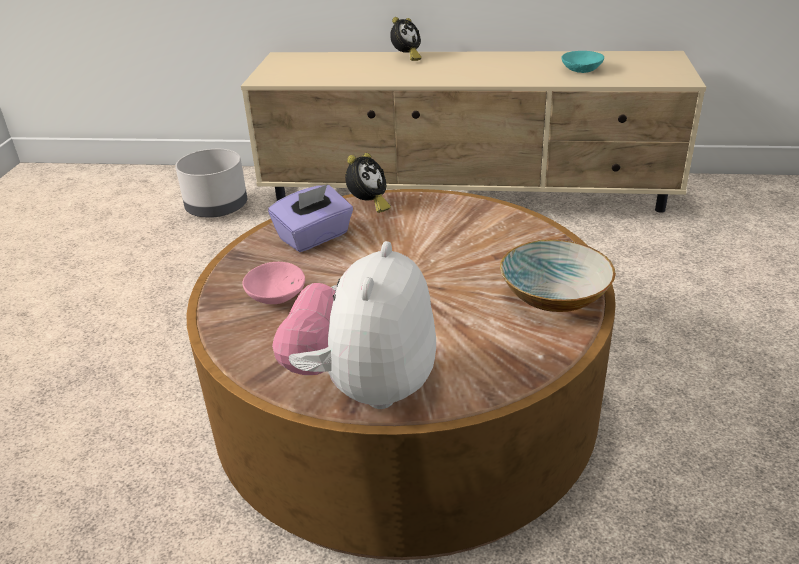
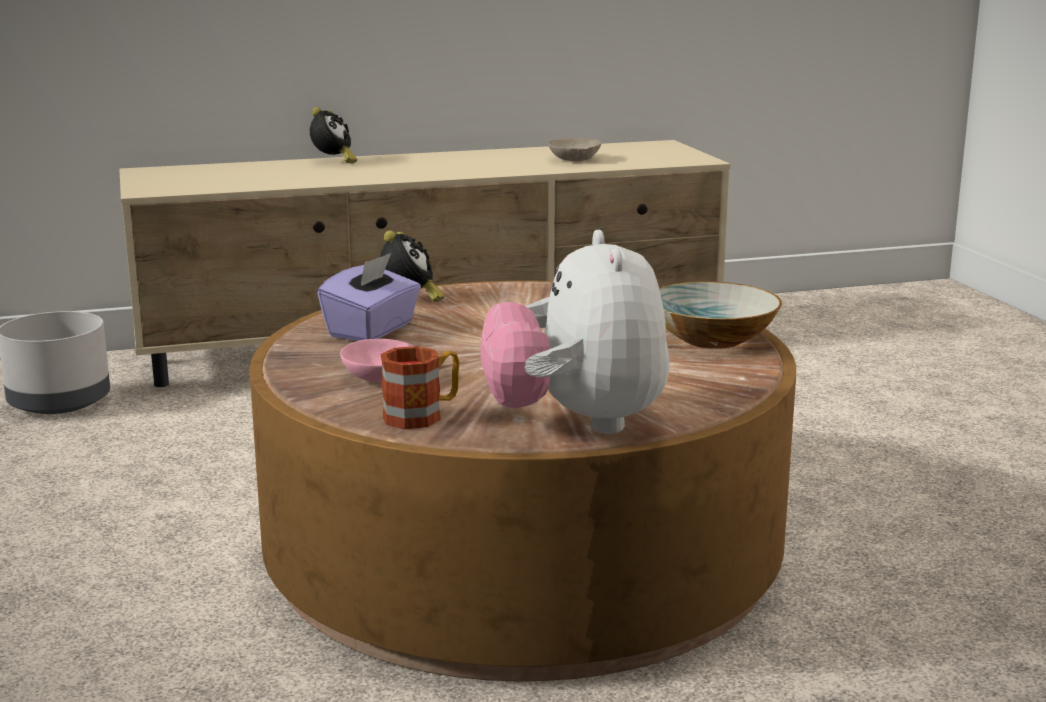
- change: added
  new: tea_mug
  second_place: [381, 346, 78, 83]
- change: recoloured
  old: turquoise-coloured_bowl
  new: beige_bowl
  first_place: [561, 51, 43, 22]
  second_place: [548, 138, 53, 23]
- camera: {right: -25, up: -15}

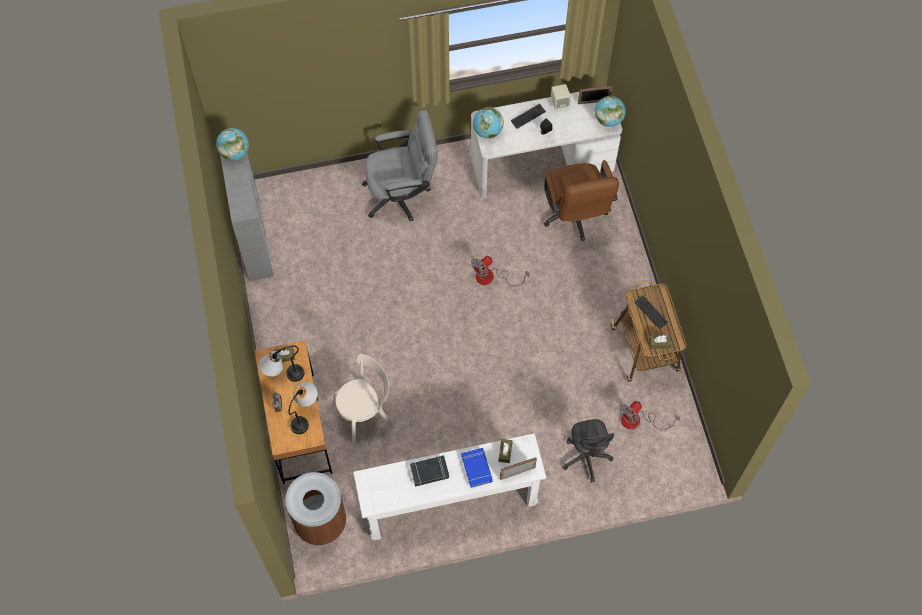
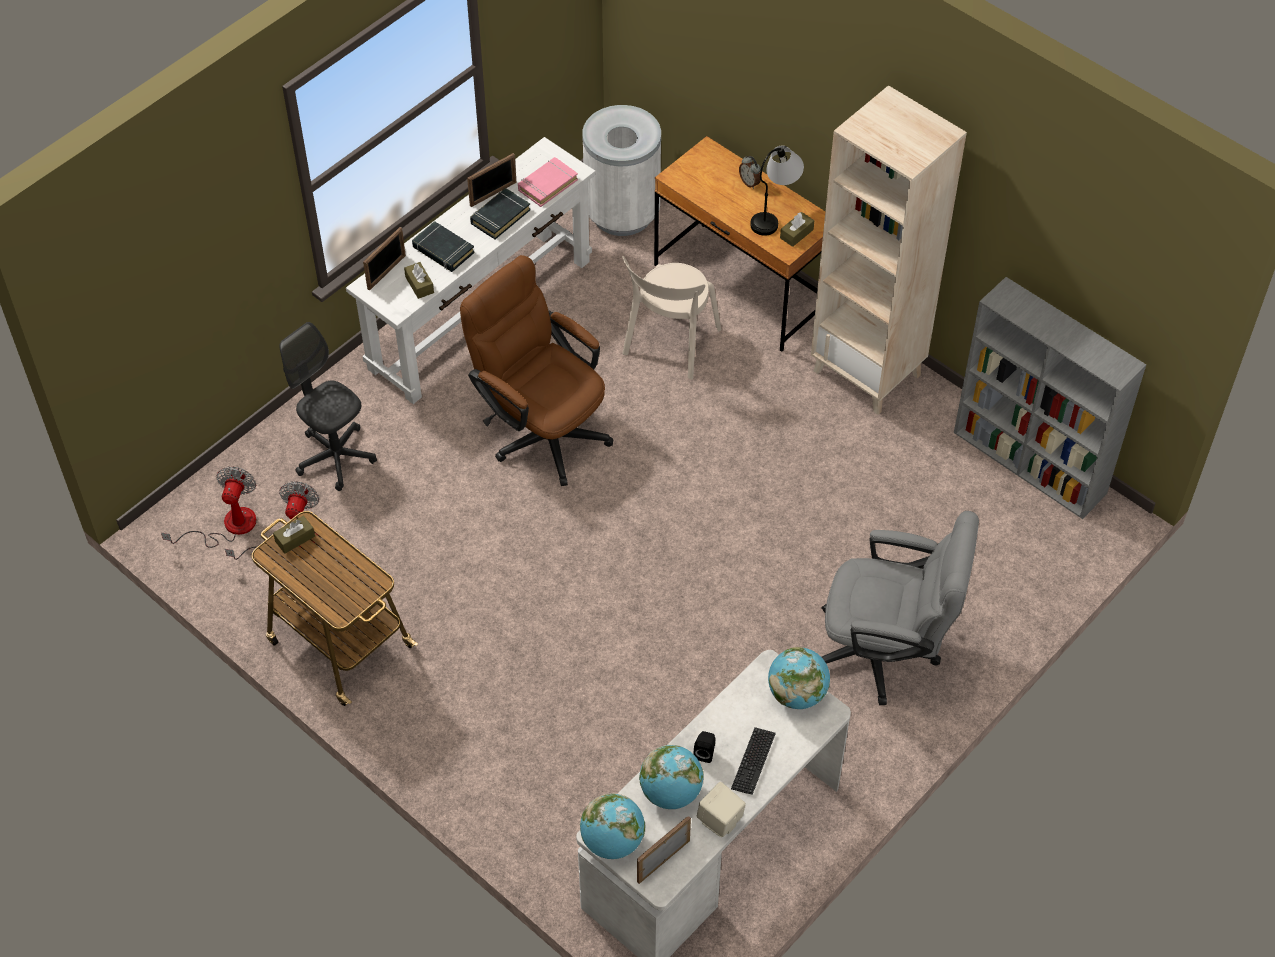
- change: removed
  old: lamp_for_a_table
  first_place: [289, 382, 29, 52]
- change: removed
  old: PC_keyboard
  first_place: [634, 295, 34, 35]
- change: added
  new: photo_frame
  second_place: [467, 153, 50, 54]
- change: added
  new: pink_volume
  second_place: [518, 157, 60, 50]
- change: added
  new: beige_bookshelf
  second_place: [811, 85, 156, 330]
- change: moved
  old: world_globe
  first_place: [216, 128, 33, 33]
  second_place: [639, 745, 65, 64]
- change: moved
  old: fan
  first_place: [471, 256, 58, 30]
  second_place: [161, 466, 96, 82]
- change: moved
  old: brownish_computer_chair
  first_place: [544, 160, 75, 81]
  second_place: [460, 255, 153, 231]
- change: recoloured
  old: brownish_rubbish_bin
  new: whitish_rubbish_bin
  first_place: [285, 472, 61, 73]
  second_place: [582, 105, 79, 131]
- change: recoloured
  old: blue-coloured_volume
  new: black-coloured_volume
  first_place: [461, 448, 32, 40]
  second_place: [412, 221, 63, 51]
- change: turned
  old: grey_computer_chair
  first_place: [362, 110, 76, 112]
  second_place: [821, 511, 158, 194]
  degrees: -120
- camera: {right: 145, up: -10}

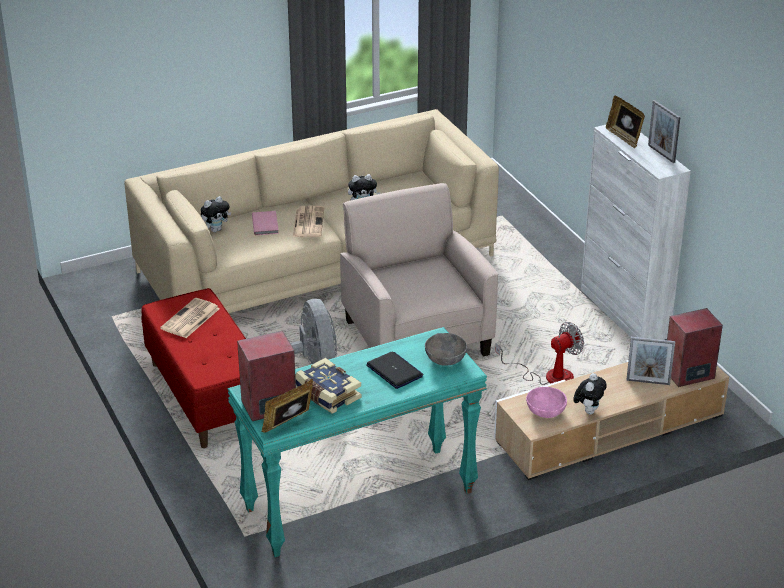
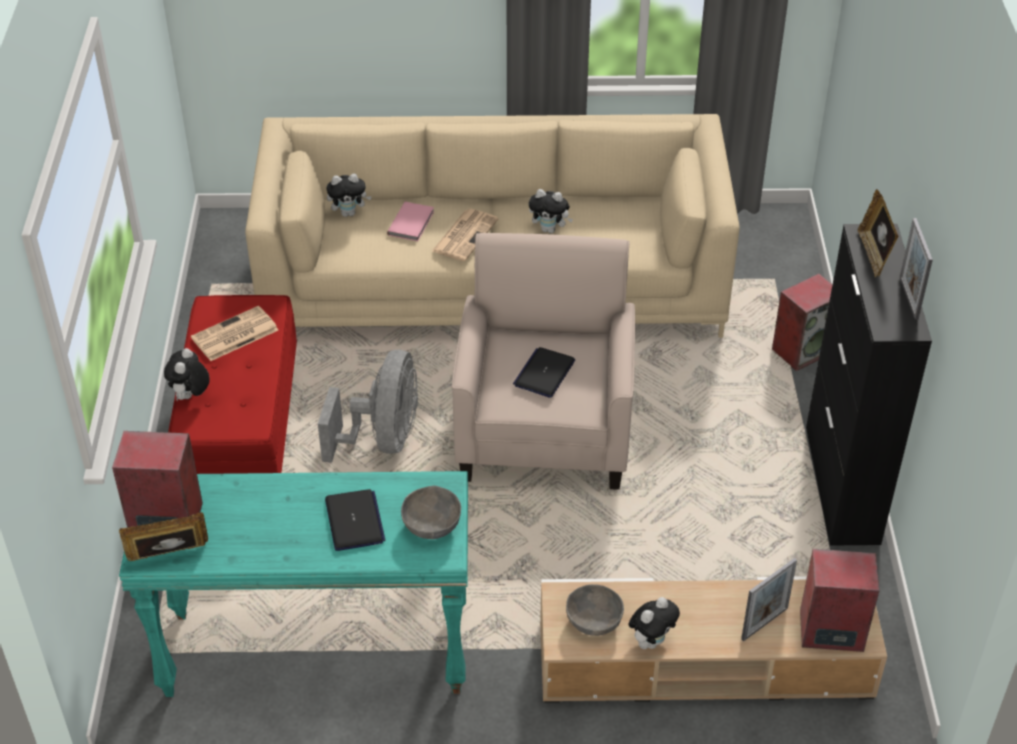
- change: removed
  old: volume
  first_place: [295, 358, 66, 56]
- change: removed
  old: fan
  first_place: [495, 322, 89, 63]
- change: added
  new: soft_toy
  second_place: [164, 348, 46, 54]
- change: added
  new: notebook_computer
  second_place: [513, 347, 62, 51]
- change: added
  new: audio_speaker
  second_place: [772, 274, 61, 97]
- change: recoloured
  old: pink_bowl
  new: grey_bowl
  first_place: [526, 387, 41, 31]
  second_place: [566, 584, 58, 52]
- change: recoloured
  old: whitish_storage_cabinet
  new: black-coloured_storage_cabinet
  first_place: [581, 125, 110, 215]
  second_place: [806, 224, 126, 322]
- change: turned
  old: photo_frame
  first_place: [626, 337, 49, 48]
  second_place: [741, 558, 56, 83]
  degrees: -75
- camera: {right: 25, up: 10}

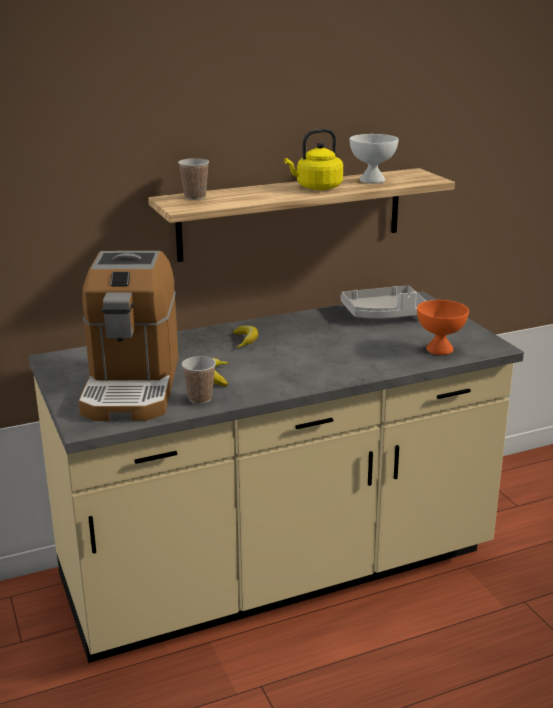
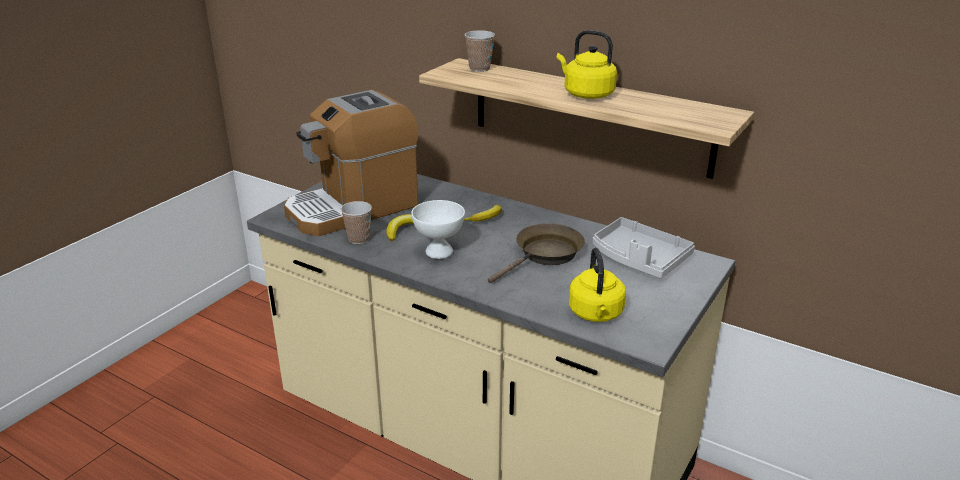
- change: added
  new: brownish_skillet
  second_place: [488, 223, 97, 60]
- change: moved
  old: whitish_bowl
  first_place: [350, 134, 49, 50]
  second_place: [411, 200, 54, 59]
- change: replaced
  old: orangey_bowl
  new: yellow-coloured_water_kettle
  first_place: [417, 300, 52, 55]
  second_place: [569, 247, 57, 75]
- camera: {right: 55, up: 5}

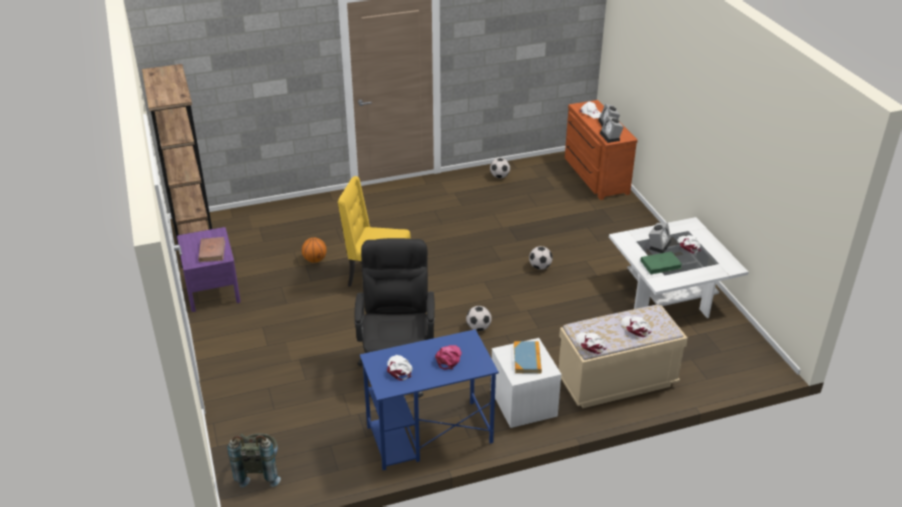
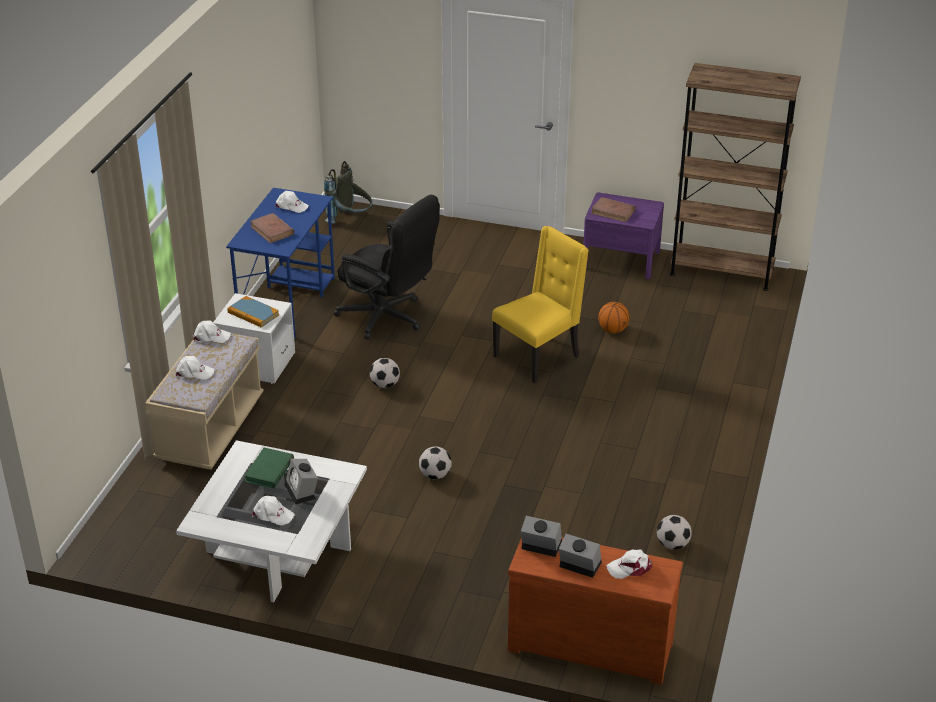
- change: replaced
  old: pink_baseball_cap
  new: brownish_volume
  first_place: [435, 345, 27, 25]
  second_place: [250, 213, 44, 30]
- camera: {right: 125, up: 0}

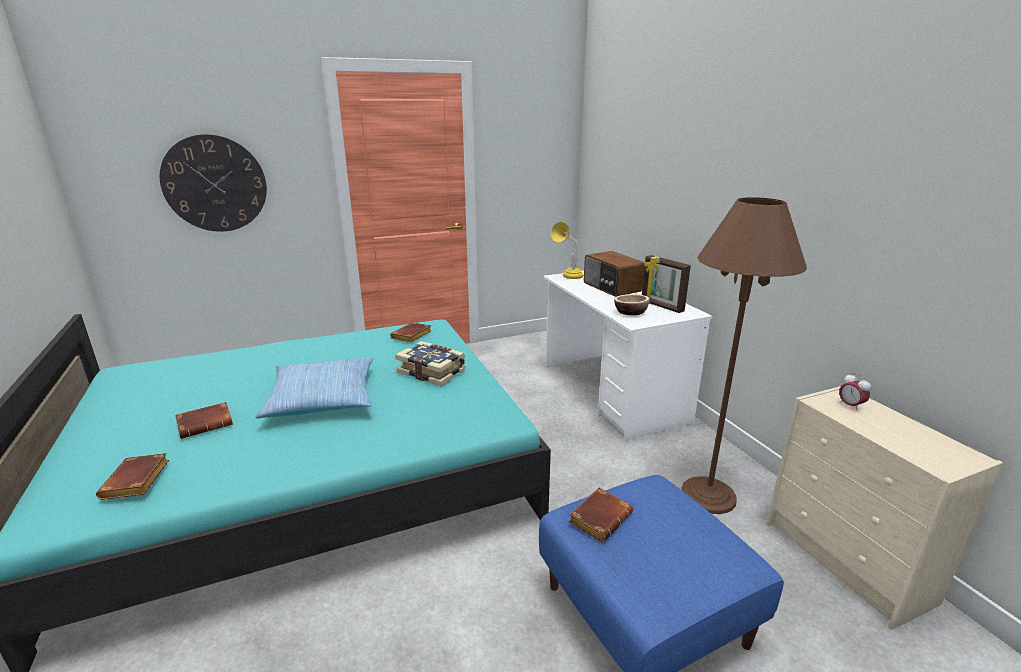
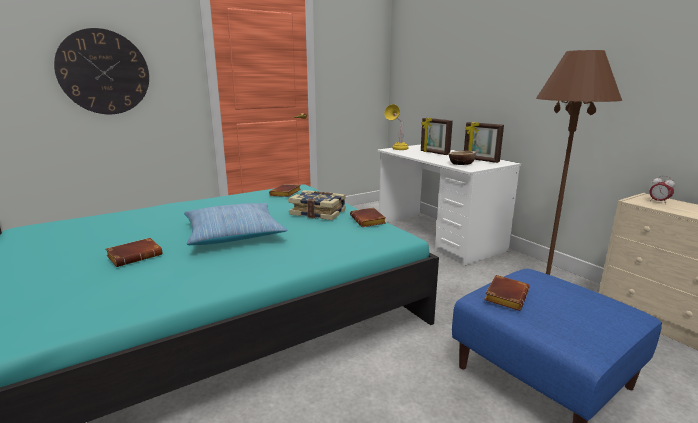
- change: moved
  old: brownish_volume
  first_place: [96, 453, 73, 47]
  second_place: [350, 207, 36, 20]
- change: replaced
  old: radio
  new: photo_frame
  first_place: [584, 251, 61, 46]
  second_place: [421, 118, 32, 37]
- camera: {right: -10, up: -5}

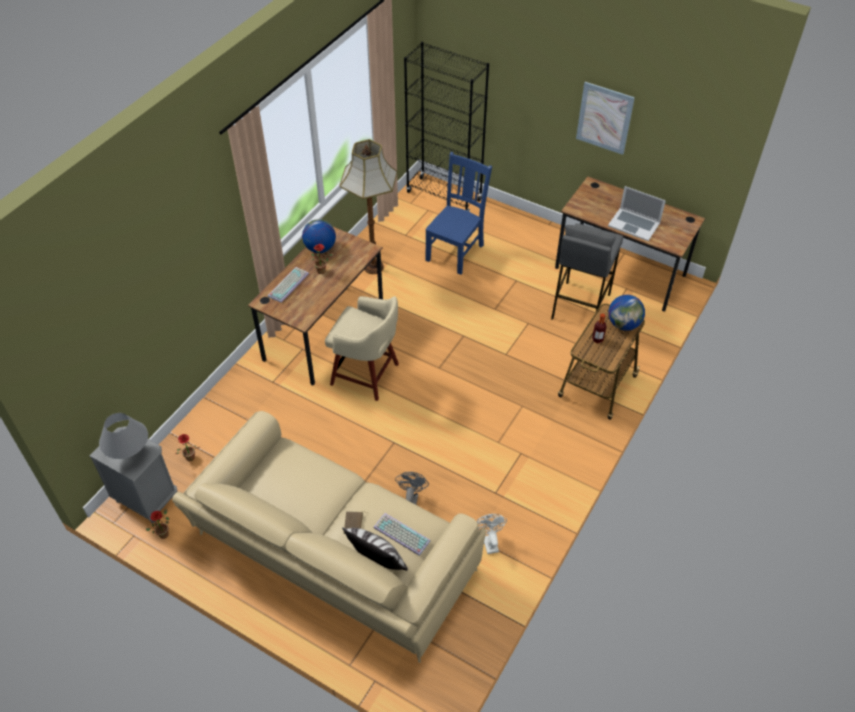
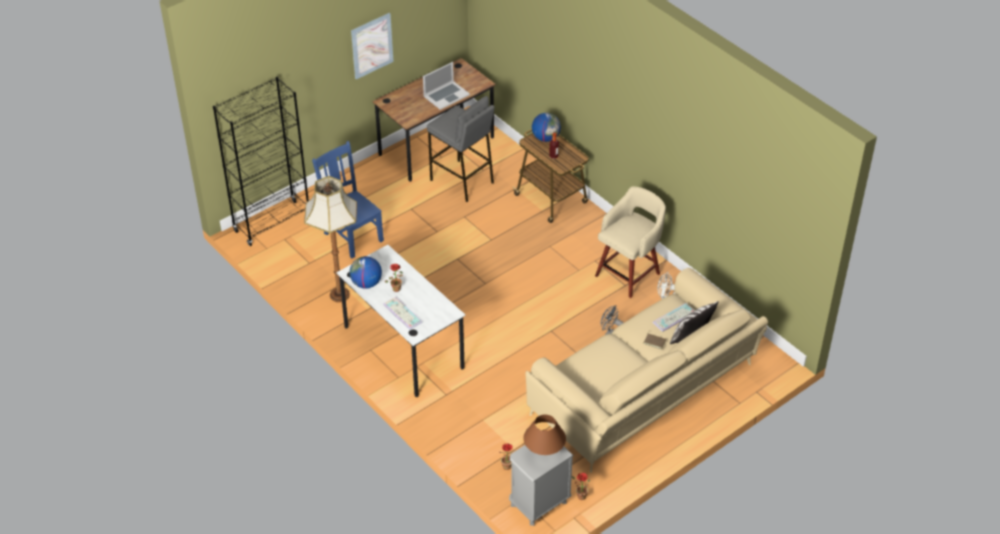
- change: moved
  old: beige_stool_seat
  first_place: [325, 296, 74, 105]
  second_place: [595, 186, 71, 112]
- change: recoloured
  old: grey_lamp_for_a_table
  new: brownish_lamp_for_a_table
  first_place: [99, 413, 49, 46]
  second_place: [524, 414, 42, 41]
- change: recoloured
  old: brownish_desk_table
  new: whitish_desk_table
  first_place: [248, 227, 135, 159]
  second_place: [337, 245, 129, 152]
- camera: {right: -70, up: -5}

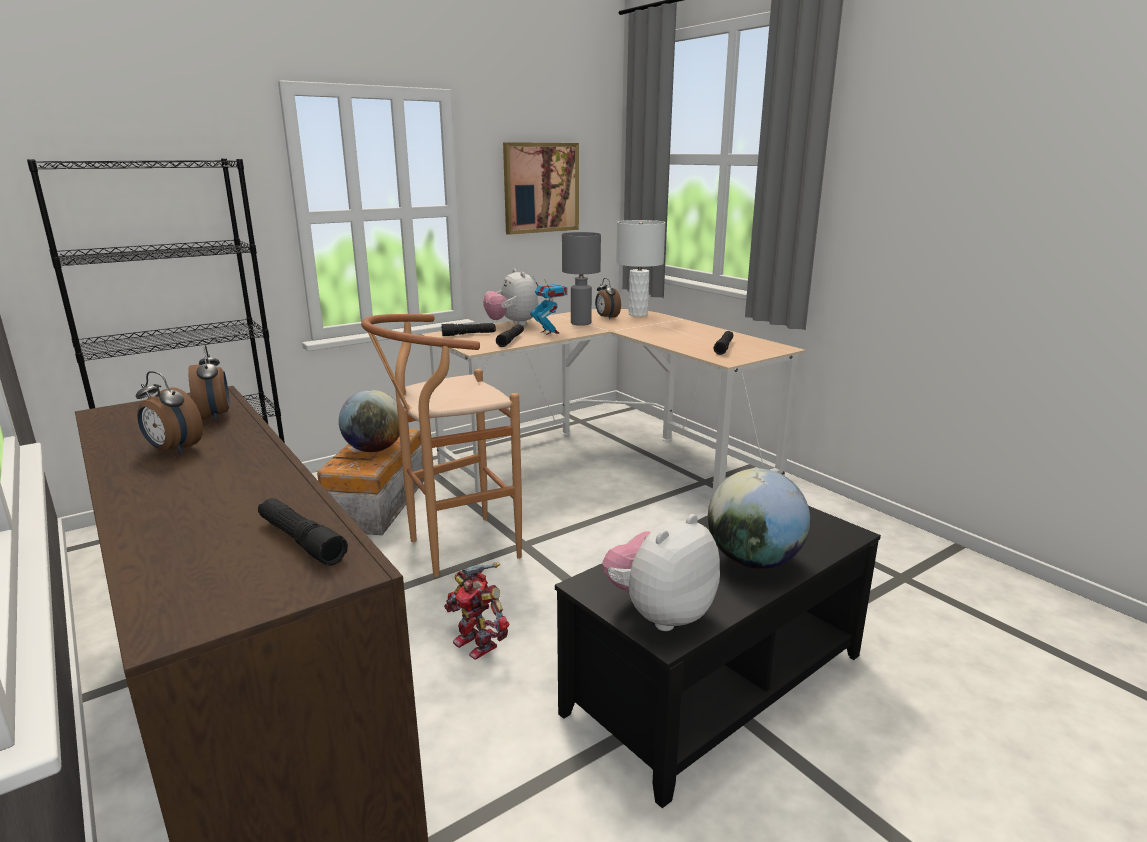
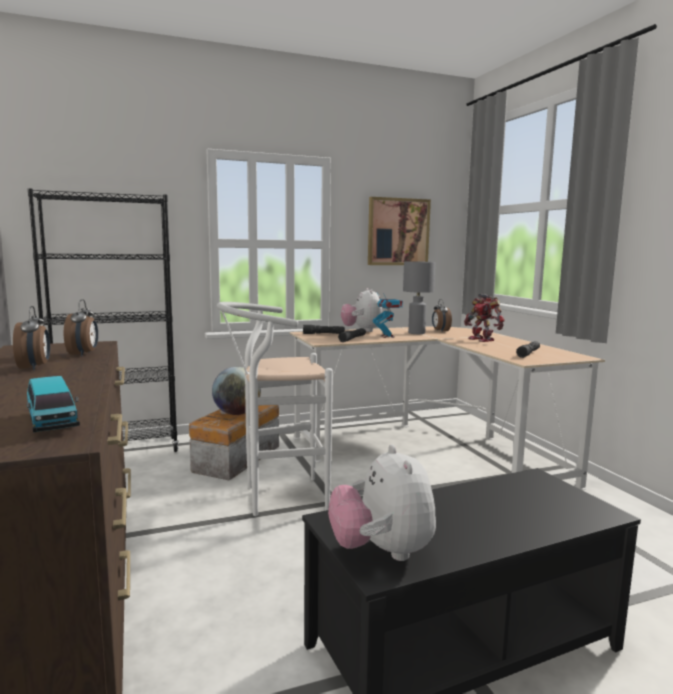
- change: removed
  old: whitish_lamp_for_a_table
  first_place: [616, 220, 49, 97]
- change: removed
  old: world_globe
  first_place: [708, 468, 102, 101]
- change: moved
  old: robot_figure
  first_place: [444, 563, 66, 97]
  second_place: [464, 294, 41, 48]
- change: replaced
  old: black-coloured_torch
  new: model_car
  first_place: [258, 498, 90, 68]
  second_place: [26, 376, 54, 56]
- change: recoloured
  old: brownish_stool_seat
  new: whitish_stool_seat
  first_place: [361, 314, 161, 263]
  second_place: [217, 302, 116, 214]
- change: turned
  old: table_clock
  first_place: [136, 371, 67, 83]
  second_place: [13, 306, 37, 64]
  degrees: -150
- change: turned
  old: soft_toy
  first_place: [602, 514, 118, 117]
  second_place: [328, 445, 108, 116]
  degrees: -75
- camera: {right: 15, up: -10}

